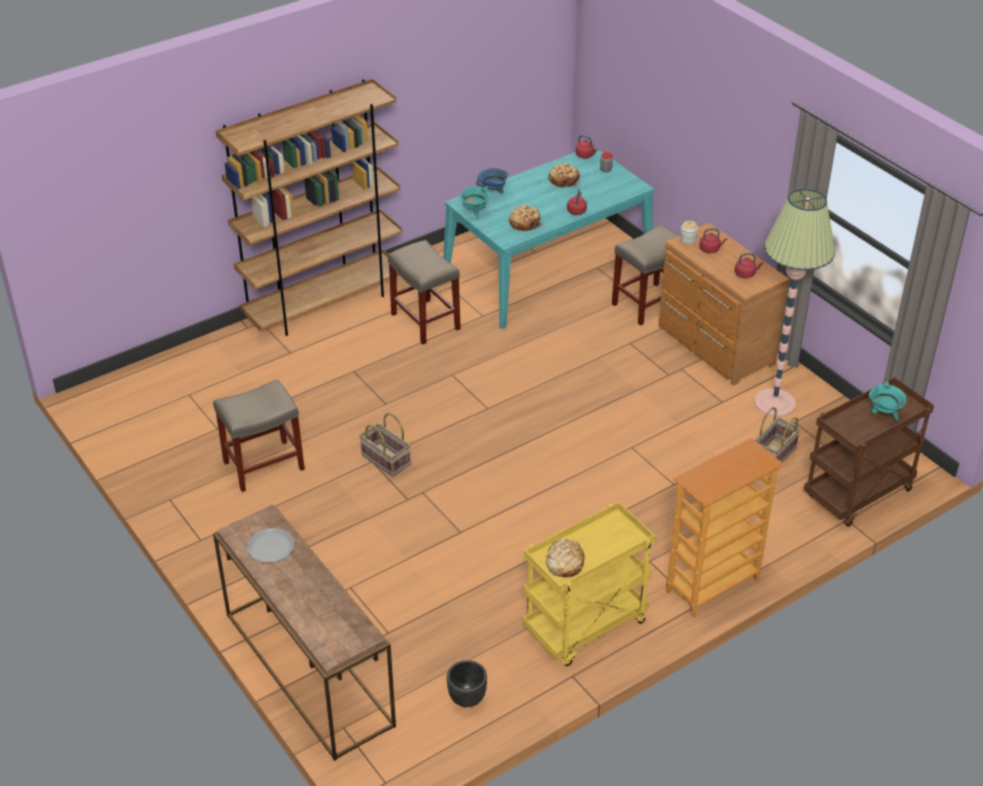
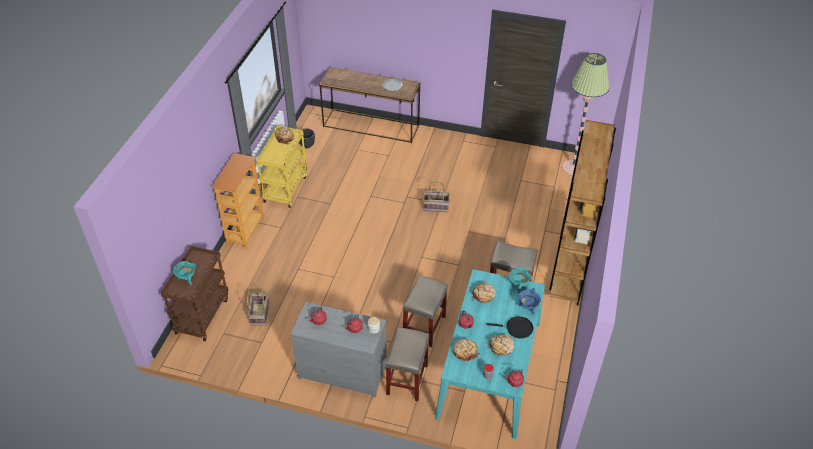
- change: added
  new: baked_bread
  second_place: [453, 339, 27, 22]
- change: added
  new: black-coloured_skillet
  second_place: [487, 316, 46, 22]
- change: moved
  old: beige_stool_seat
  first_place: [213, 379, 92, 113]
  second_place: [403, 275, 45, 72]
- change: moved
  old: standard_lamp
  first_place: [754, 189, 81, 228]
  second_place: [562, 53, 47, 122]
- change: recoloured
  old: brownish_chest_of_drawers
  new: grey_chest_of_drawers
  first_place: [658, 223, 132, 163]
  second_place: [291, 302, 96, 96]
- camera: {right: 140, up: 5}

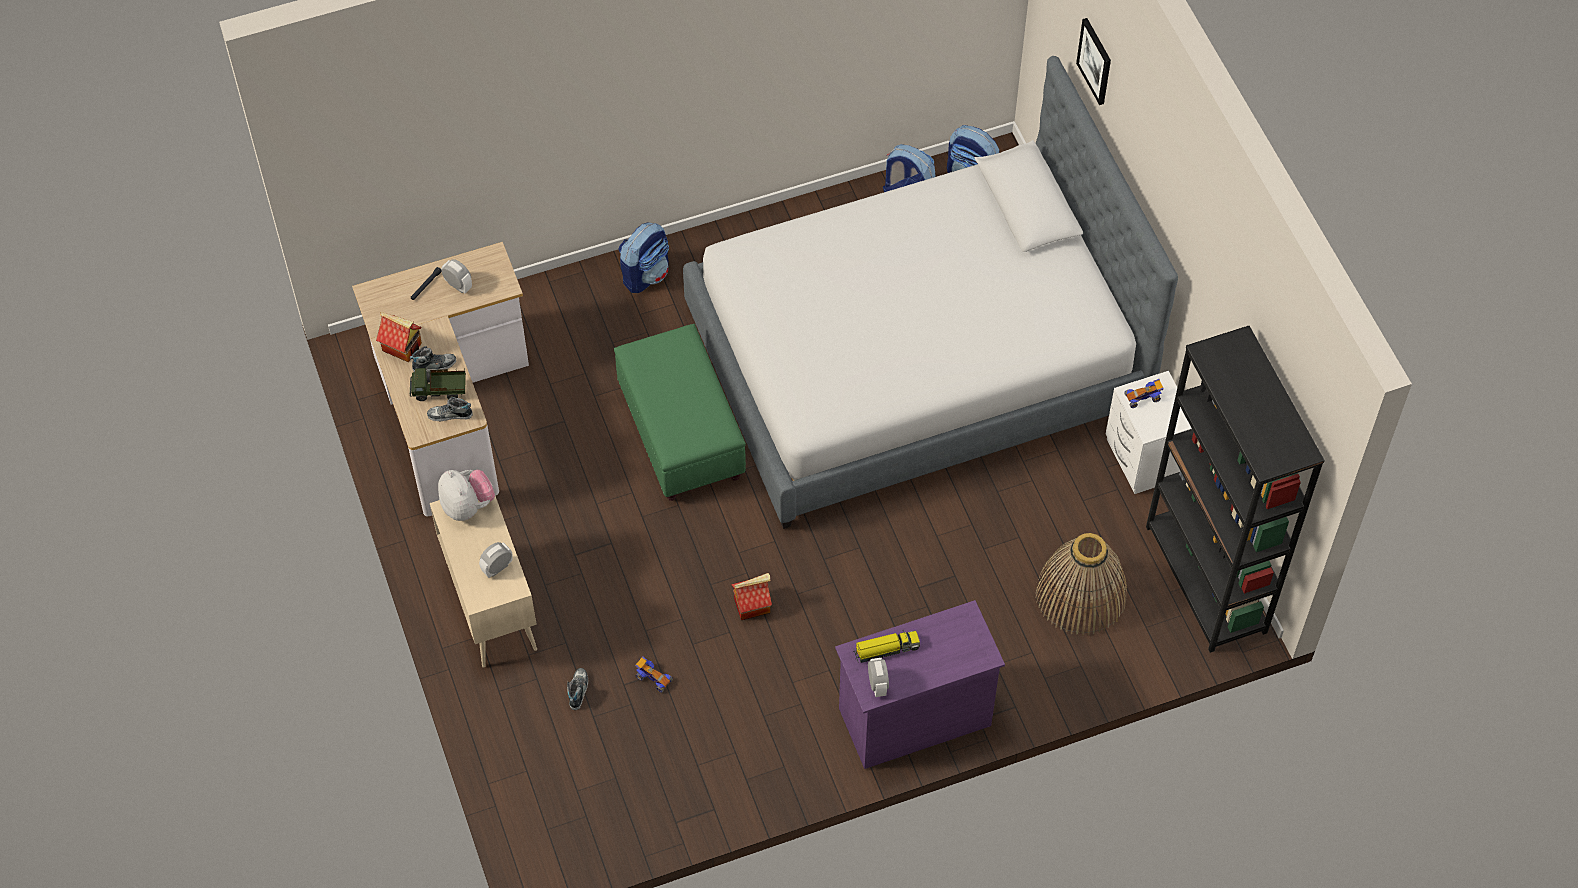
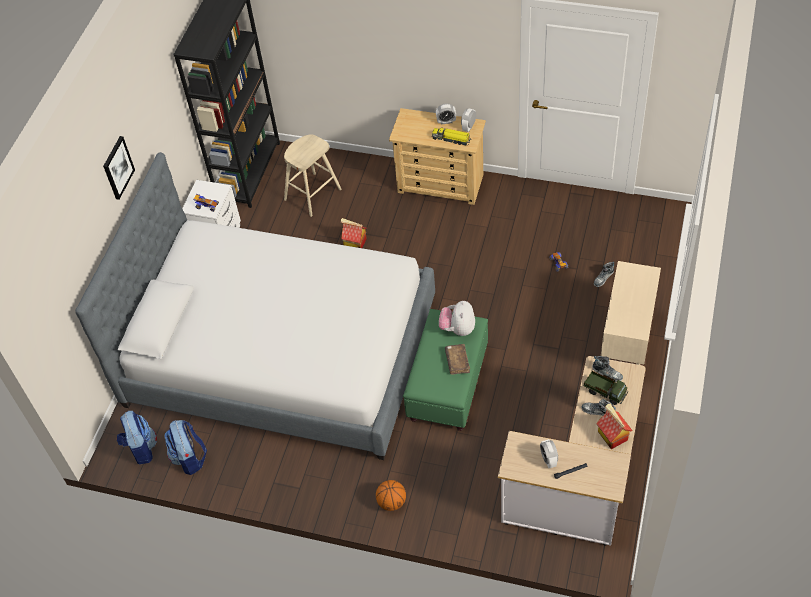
- change: added
  new: brownish_volume
  second_place: [445, 344, 25, 31]
- change: moved
  old: soft_toy
  first_place: [438, 470, 57, 51]
  second_place: [439, 301, 36, 35]
- change: moved
  old: table_clock
  first_place: [479, 542, 34, 36]
  second_place: [436, 103, 20, 21]
- change: moved
  old: model_house
  first_place: [731, 573, 41, 47]
  second_place: [341, 218, 26, 30]
- change: moved
  old: wall_picture
  first_place: [1076, 18, 35, 87]
  second_place: [103, 136, 32, 64]
- change: replaced
  old: rucksack
  new: basketball_ball
  first_place: [618, 223, 51, 70]
  second_place: [376, 480, 30, 31]
- change: replaced
  old: storage_basket
  new: beige_stool_seat
  first_place: [1036, 533, 91, 103]
  second_place: [284, 134, 57, 83]
- change: recoloured
  old: purple-coloured_chest_of_drawers
  new: beige_chest_of_drawers
  first_place: [835, 600, 170, 169]
  second_place: [389, 108, 97, 97]
- camera: {right: -140, up: -5}

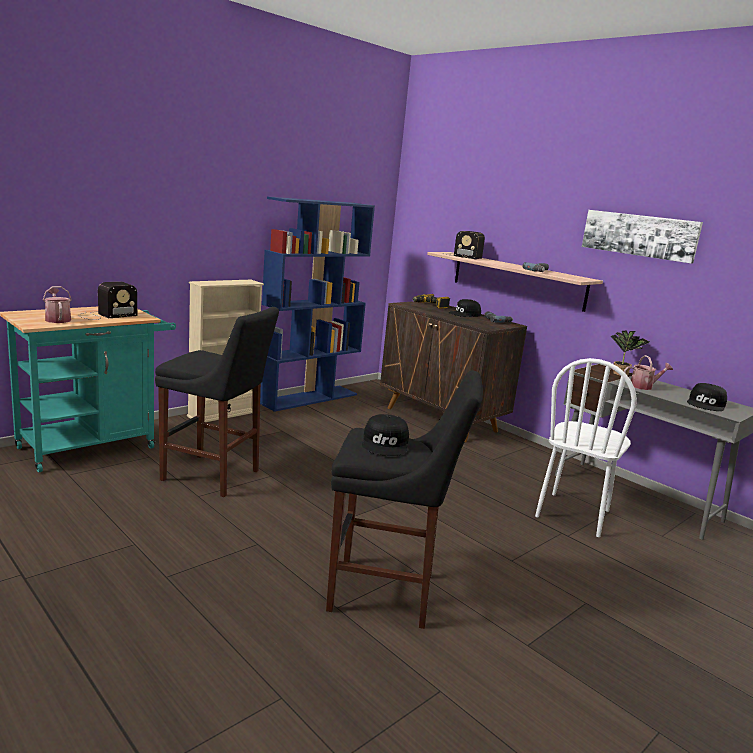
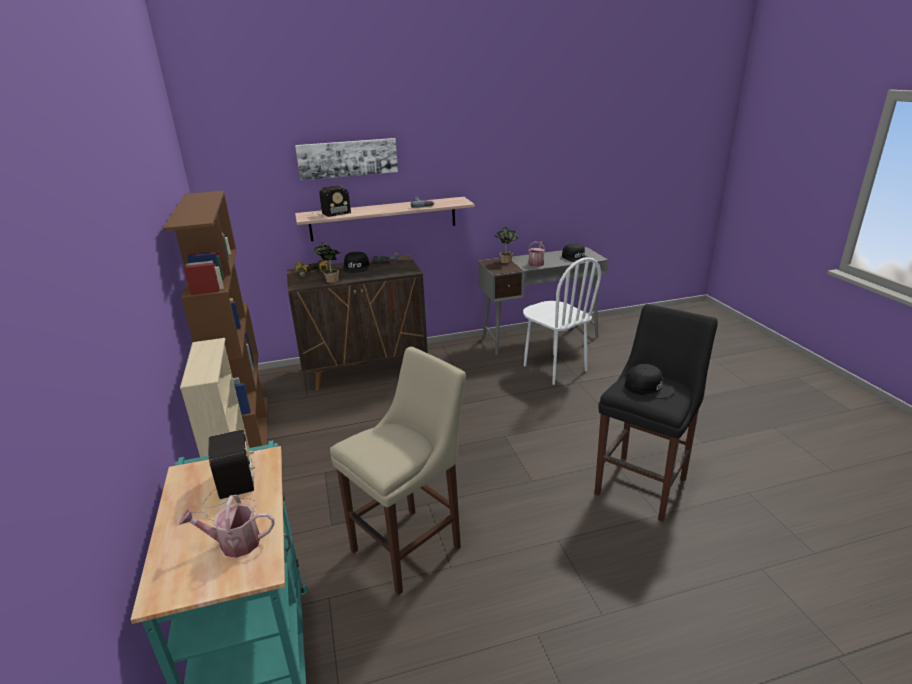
- change: added
  new: potted_plant
  second_place: [313, 242, 28, 41]
- change: moved
  old: wall_picture
  first_place: [582, 210, 121, 54]
  second_place: [295, 138, 103, 42]
- change: recoloured
  old: black-coloured_stool_seat
  new: beige_stool_seat
  first_place: [155, 307, 124, 190]
  second_place: [330, 347, 136, 248]
- change: recoloured
  old: blue-coloured_bookshelf
  new: brownish_bookshelf
  first_place: [260, 197, 115, 215]
  second_place: [163, 191, 105, 257]
- camera: {right: -60, up: 10}

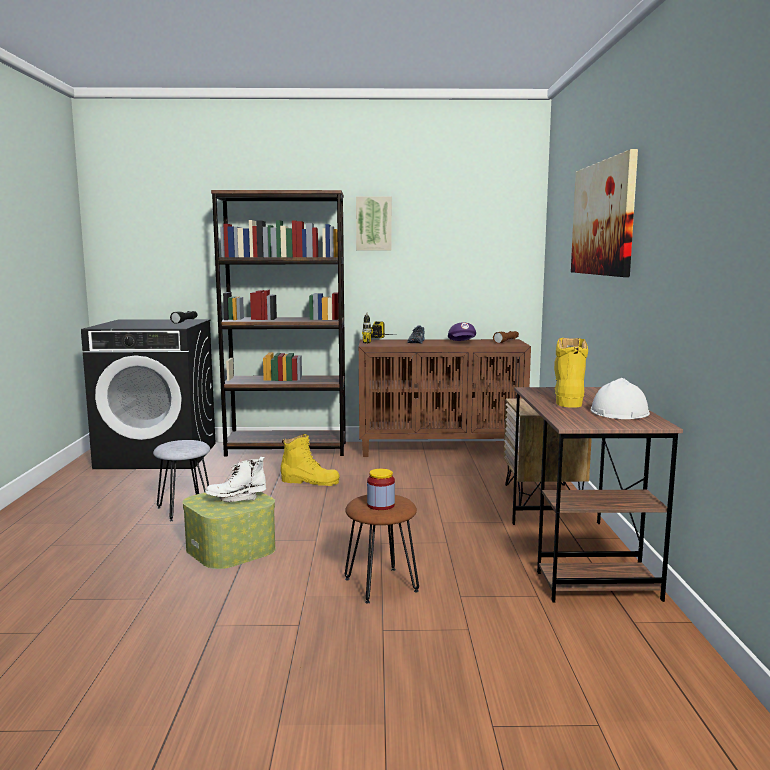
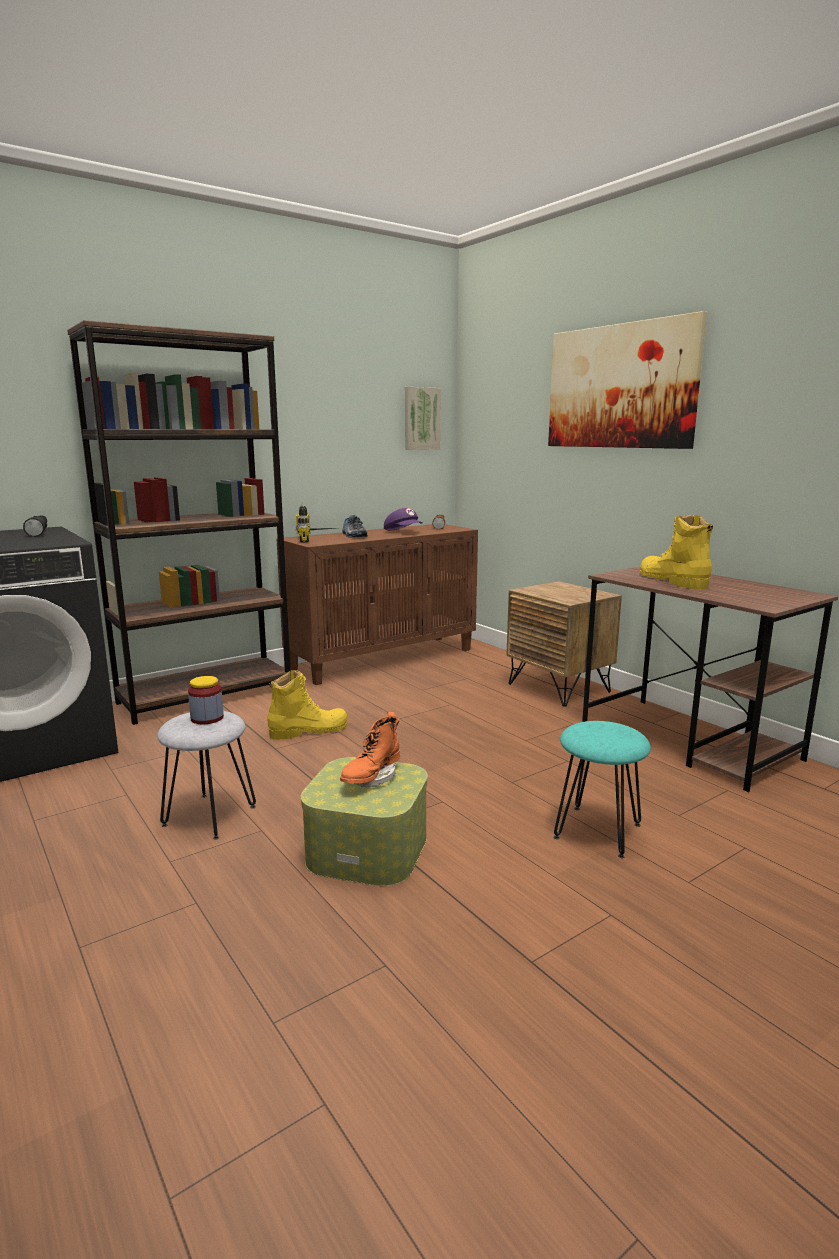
- change: removed
  old: whitish_hard_hat
  first_place: [591, 378, 59, 41]
- change: moved
  old: wall_picture
  first_place: [356, 197, 36, 53]
  second_place: [405, 387, 36, 63]
- change: moved
  old: jar
  first_place: [367, 469, 28, 41]
  second_place: [188, 676, 36, 48]
- change: recoloured
  old: whitish_boot
  new: orangey_boot
  first_place: [205, 457, 61, 45]
  second_place: [340, 712, 60, 75]
- change: recoloured
  old: brownish_stool_seat
  new: turquoise-coloured_stool_seat
  first_place: [345, 495, 74, 108]
  second_place: [554, 721, 97, 137]
- camera: {right: -35, up: 5}

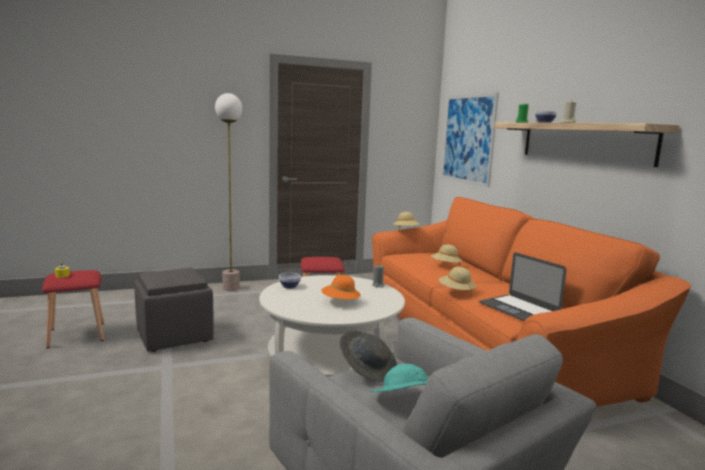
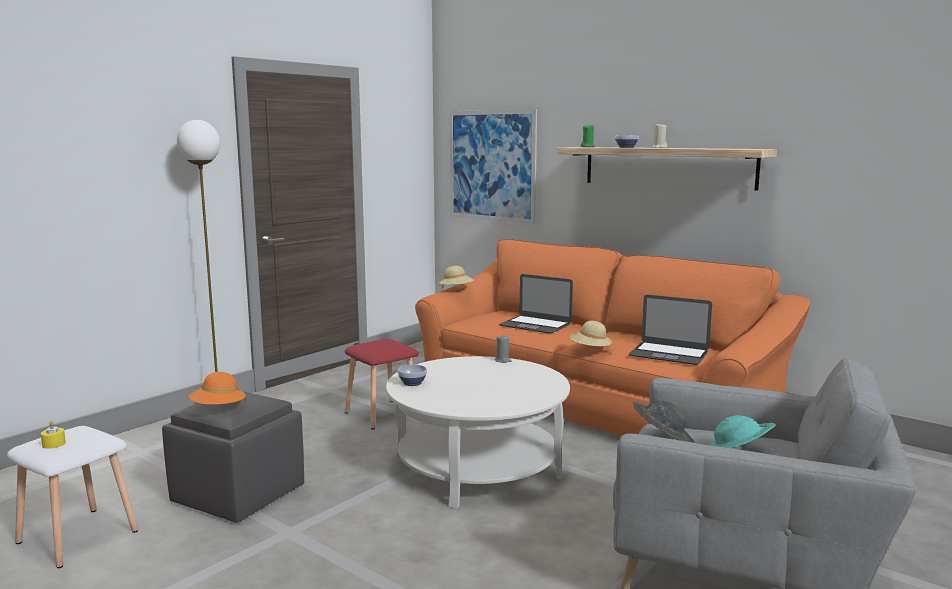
- change: moved
  old: orangey_hat
  first_place: [321, 275, 40, 26]
  second_place: [189, 372, 57, 33]
- change: replaced
  old: beige_hat
  new: notebook_computer
  first_place: [431, 244, 32, 21]
  second_place: [499, 274, 74, 60]
- change: recoloured
  old: reddish_stool_seat
  new: whitish_stool_seat
  first_place: [42, 270, 62, 78]
  second_place: [7, 426, 131, 142]
- camera: {right: -30, up: 0}

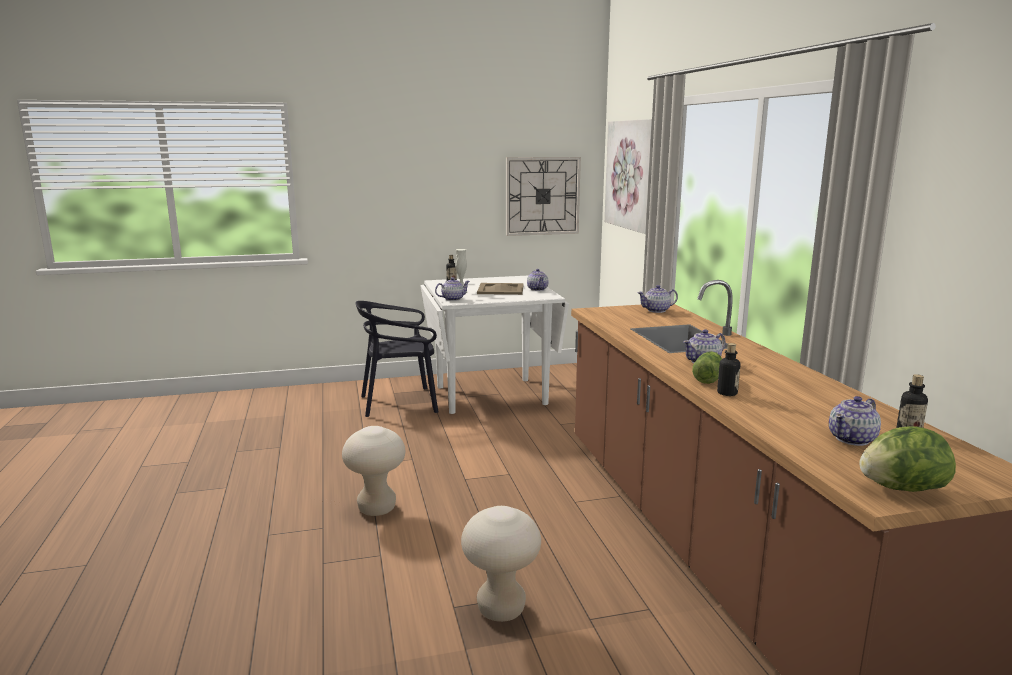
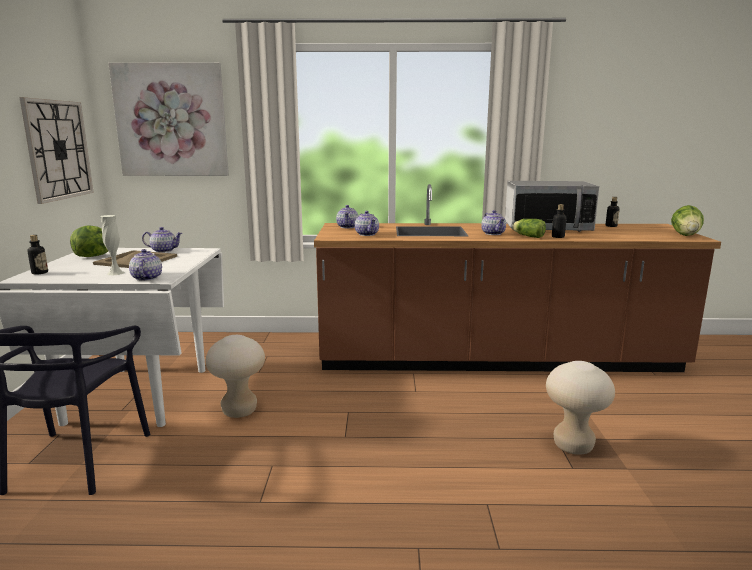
- change: added
  new: lettuce_head
  second_place: [70, 225, 38, 32]
- change: added
  new: kitchen_microwave
  second_place: [505, 181, 94, 51]
- change: moved
  old: beige_stool_seat
  first_place: [342, 426, 64, 90]
  second_place: [205, 335, 60, 83]
- change: moved
  old: teapot
  first_place: [829, 396, 52, 50]
  second_place: [355, 211, 24, 25]
- camera: {right: -75, up: 0}

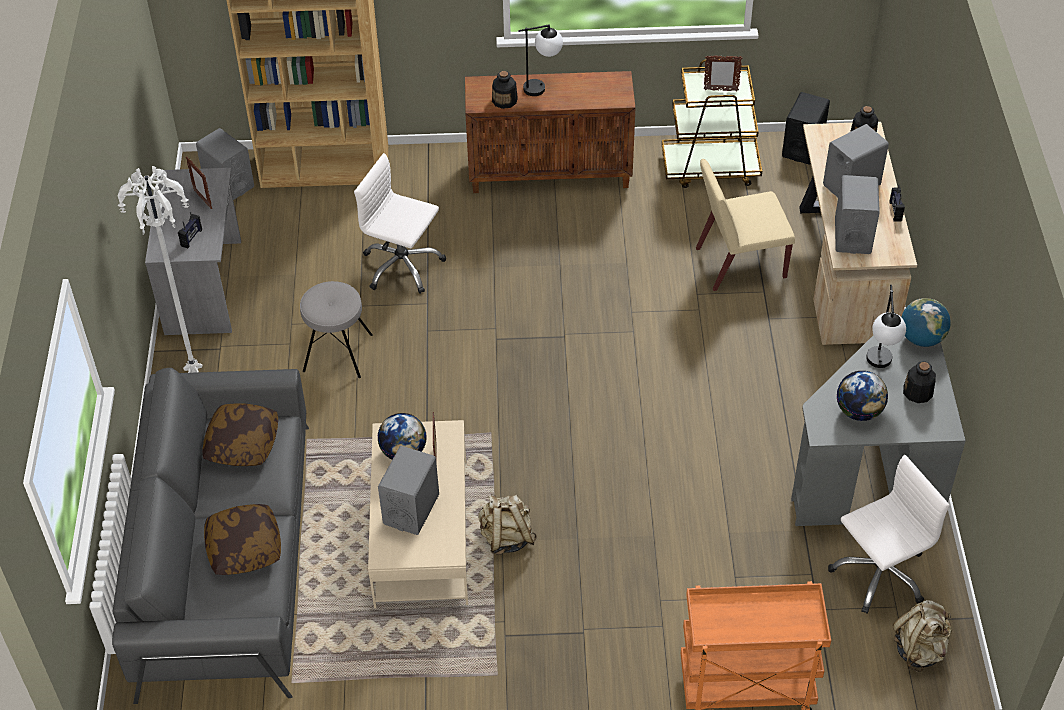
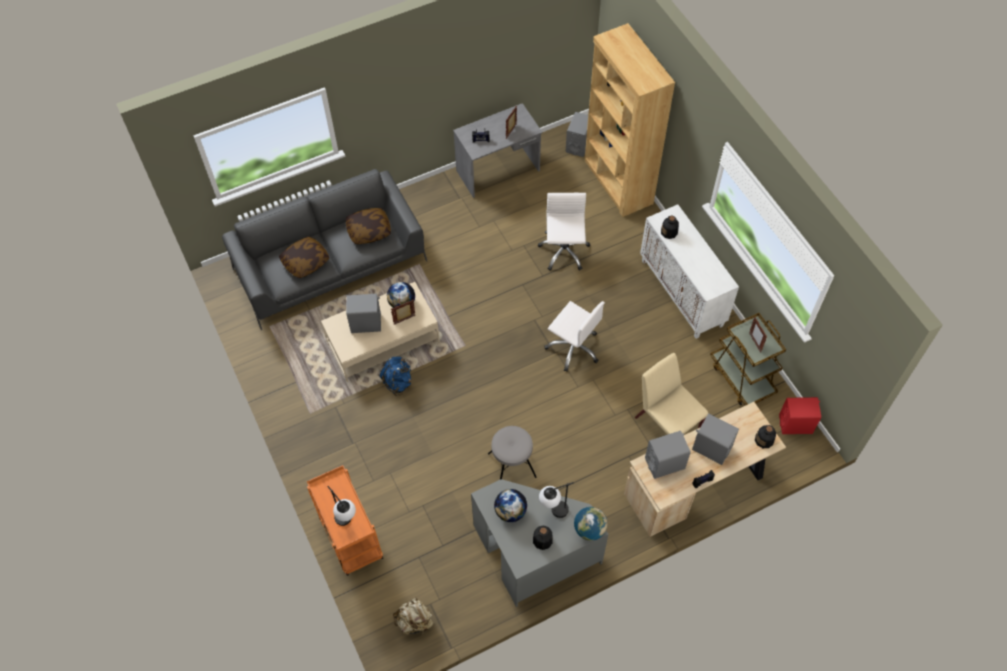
- change: removed
  old: whitish_standard_lamp
  first_place: [118, 166, 84, 207]
- change: moved
  old: grey_stool_seat
  first_place: [300, 281, 73, 97]
  second_place: [488, 426, 48, 53]
- change: moved
  old: lamp_for_a_table
  first_place: [518, 24, 45, 72]
  second_place: [328, 486, 28, 40]
- change: moved
  old: whitish_computer_chair
  first_place: [828, 455, 122, 159]
  second_place: [545, 301, 60, 70]
- change: recoloured
  old: brownish_storage_cabinet
  new: whitish_storage_cabinet
  first_place: [465, 71, 171, 122]
  second_place: [640, 204, 99, 135]
- change: recoloured
  old: beige_rucksack
  new: blue-coloured_rucksack
  first_place: [479, 494, 58, 61]
  second_place: [379, 357, 32, 39]
- change: recoloured
  old: black-coloured_audio_speaker
  new: reddish_audio_speaker
  first_place: [782, 92, 48, 73]
  second_place: [779, 397, 42, 37]
- camera: {right: 65, up: 10}

